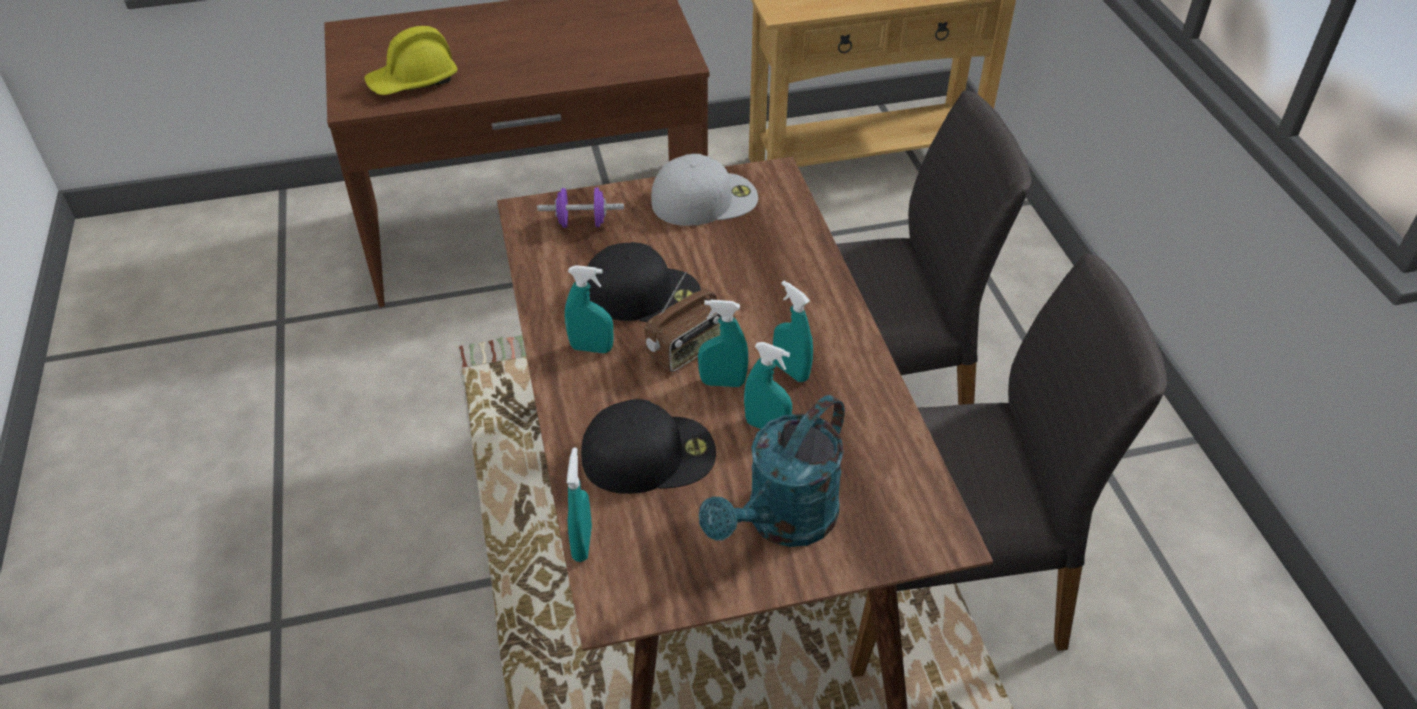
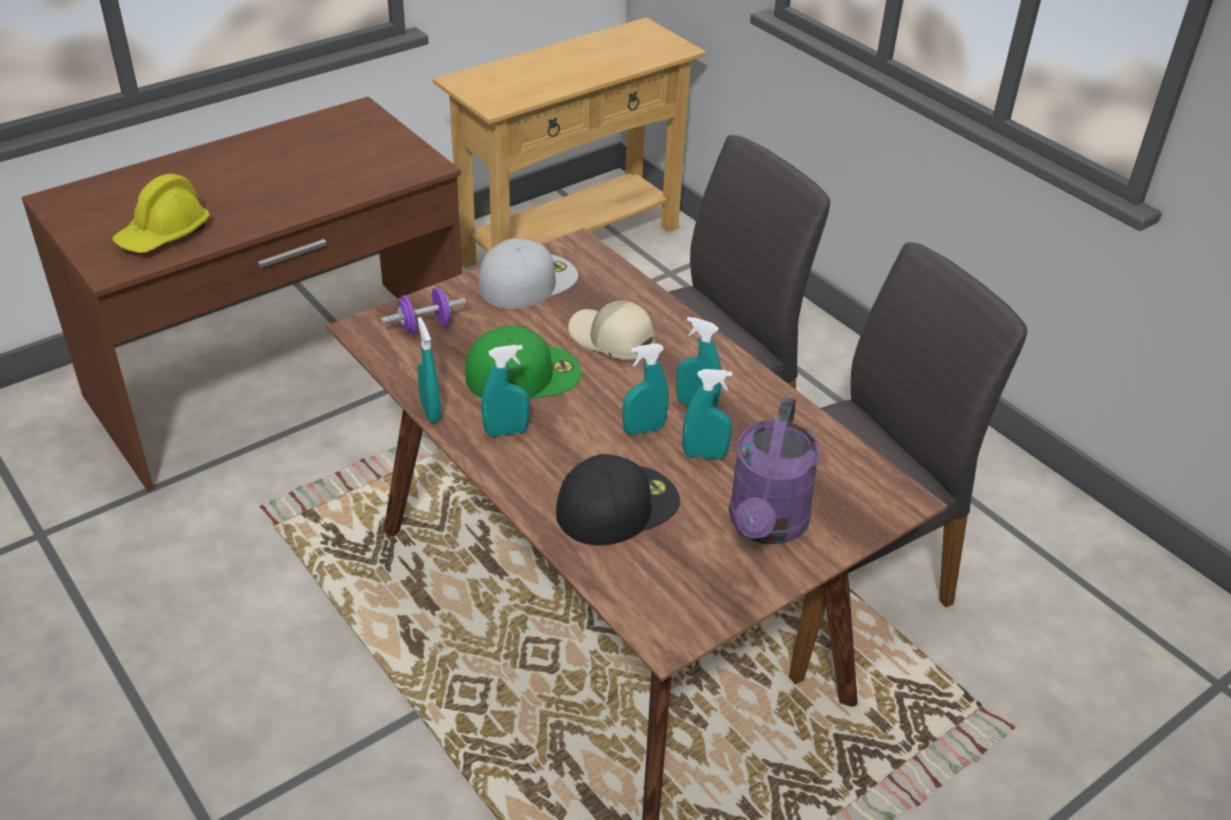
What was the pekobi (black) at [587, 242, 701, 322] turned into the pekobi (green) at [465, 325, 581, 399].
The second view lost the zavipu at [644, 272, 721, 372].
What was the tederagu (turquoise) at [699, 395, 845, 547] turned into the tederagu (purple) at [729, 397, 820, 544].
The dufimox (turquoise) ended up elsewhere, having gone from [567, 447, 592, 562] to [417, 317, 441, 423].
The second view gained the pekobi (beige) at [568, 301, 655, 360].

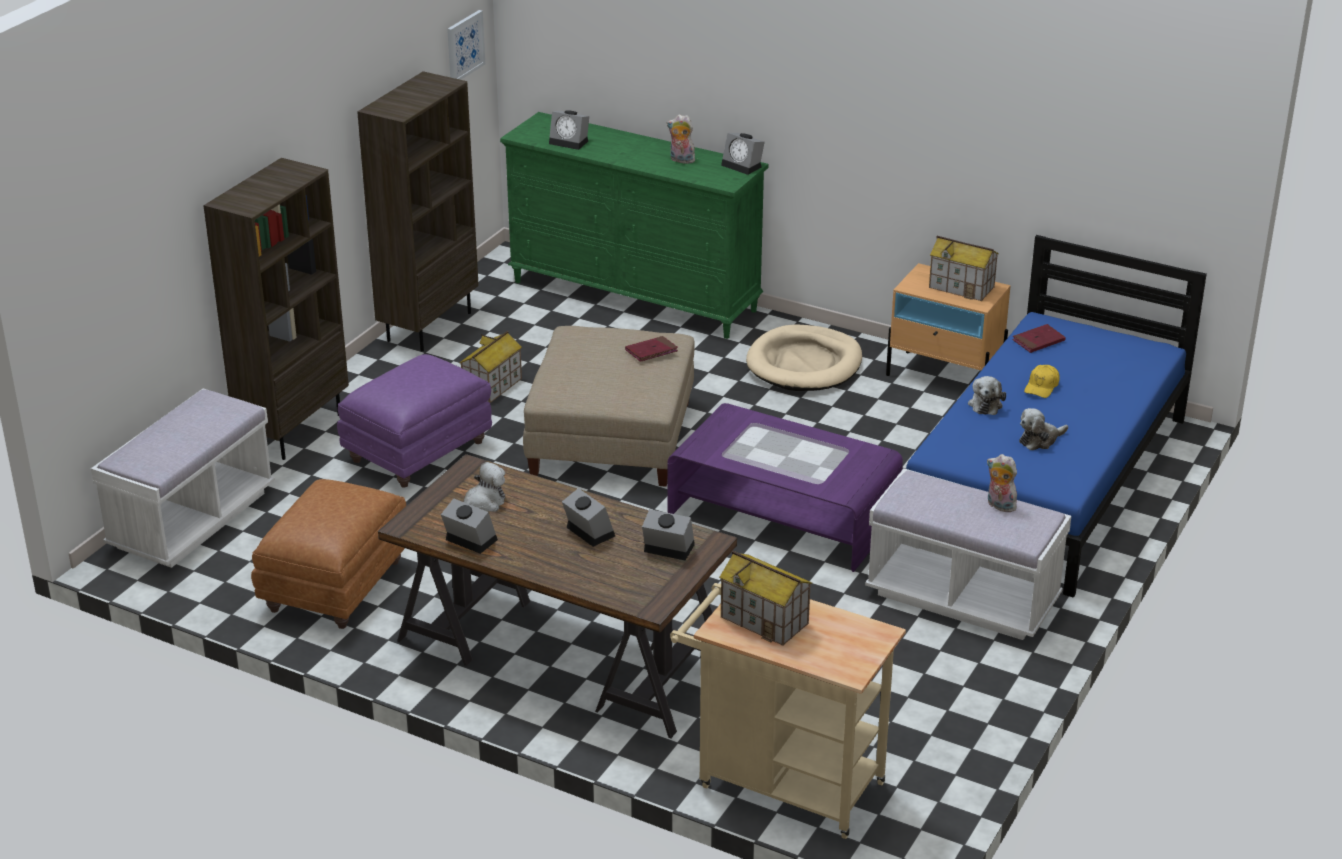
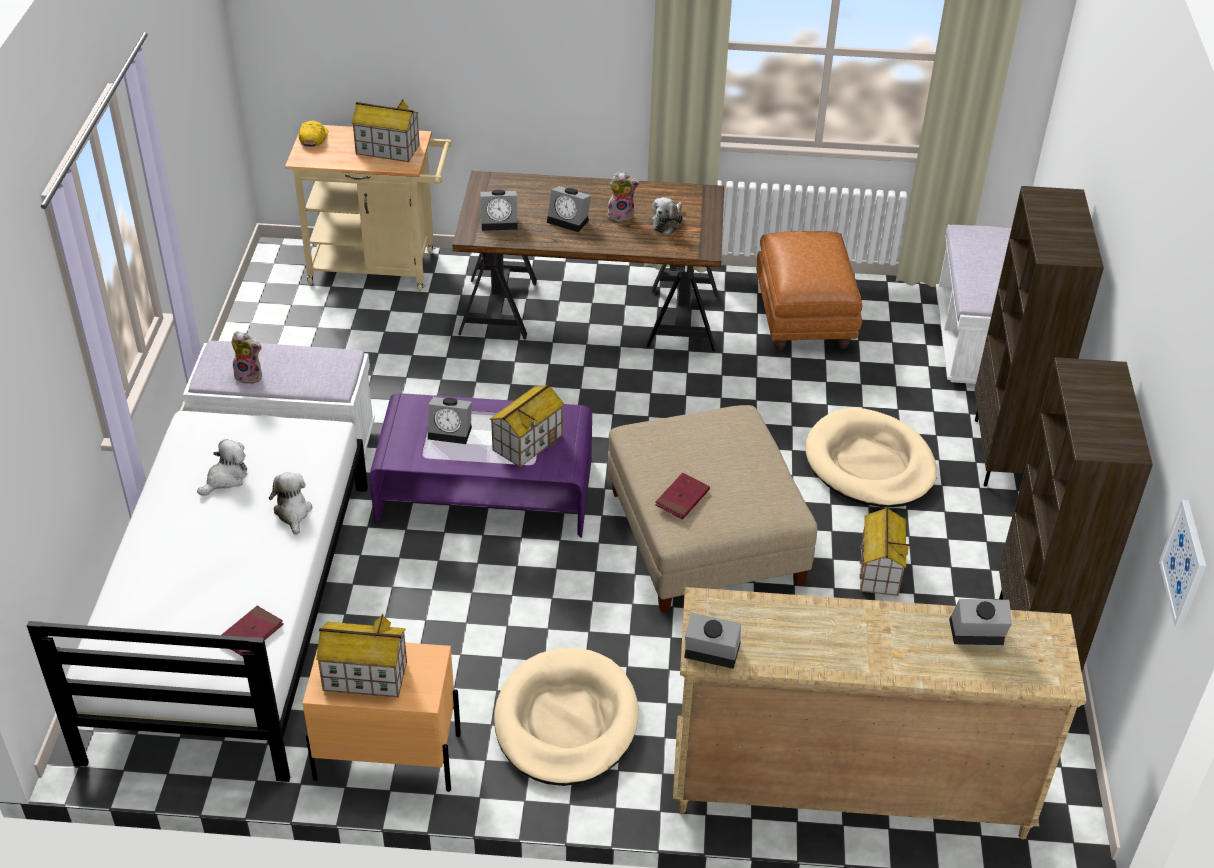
What was the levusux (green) at [500, 112, 768, 339] turned into the levusux (beige) at [673, 587, 1086, 839].
The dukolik ended up elsewhere, having gone from [667, 114, 695, 164] to [607, 172, 640, 222].
What was the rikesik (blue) at [906, 235, 1207, 598] turned into the rikesik (white) at [27, 411, 368, 782].
Where the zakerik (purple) stood at [337, 354, 492, 488], the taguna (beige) came to stand at [805, 408, 937, 507].
The pekobi (yellow) ended up elsewhere, having gone from [1024, 365, 1060, 398] to [299, 121, 329, 147].
The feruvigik ended up elsewhere, having gone from [441, 498, 498, 554] to [428, 397, 472, 444].
The second view gained the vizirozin at [490, 384, 564, 467].

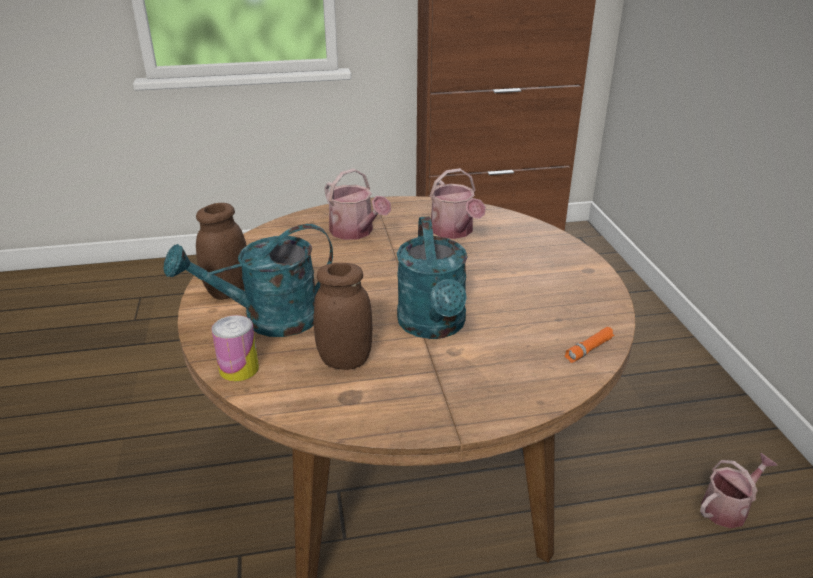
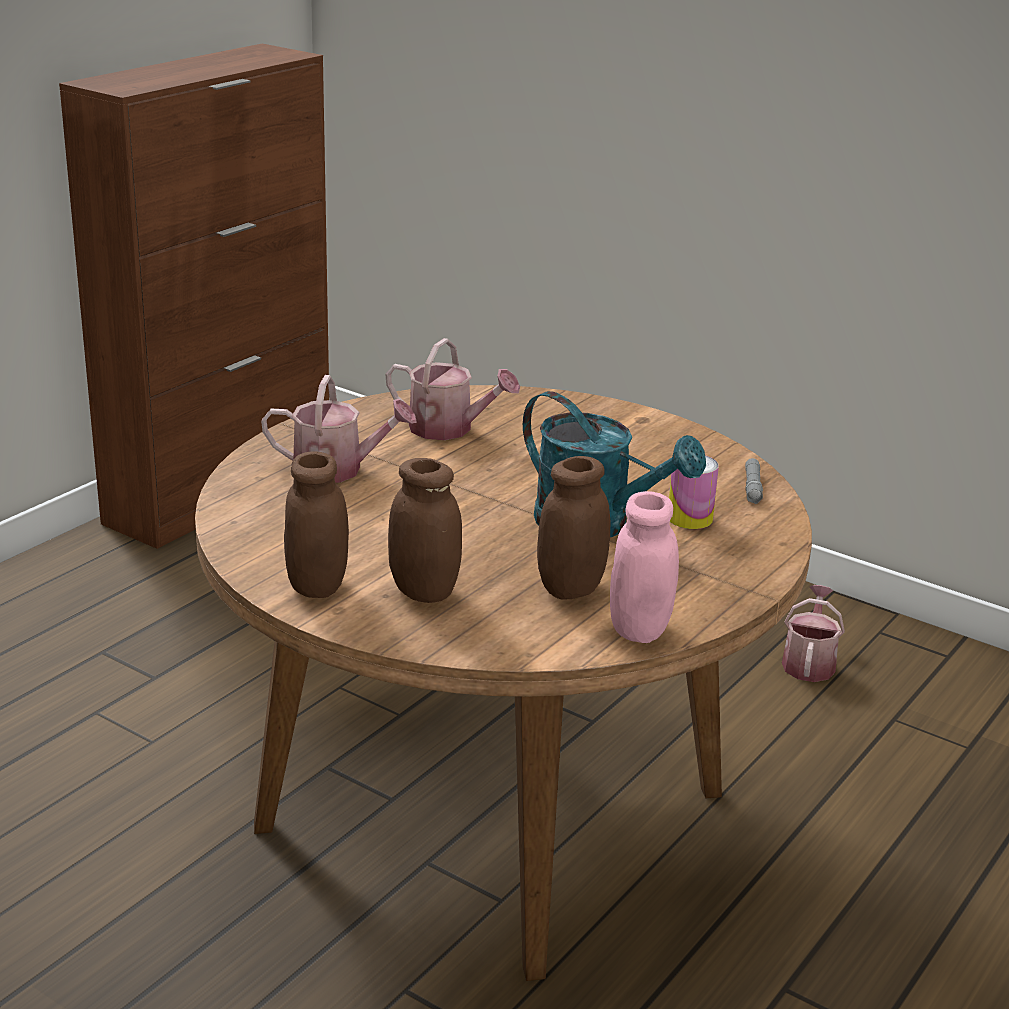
Where the tederagu (turquoise) stood at [164, 224, 333, 337], the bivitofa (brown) came to stand at [388, 458, 462, 603].
The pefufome ended up elsewhere, having gone from [211, 315, 259, 382] to [669, 456, 719, 529].
What was the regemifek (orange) at [565, 327, 614, 363] turned into the regemifek (grey) at [745, 458, 763, 504].
The second view gained the bivitofa (pink) at [610, 491, 679, 643].

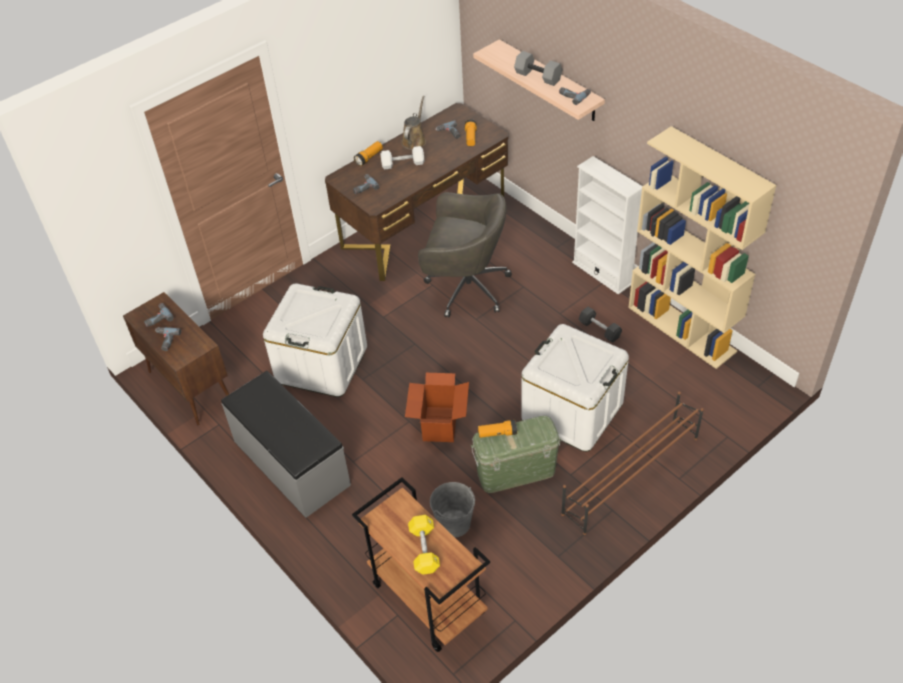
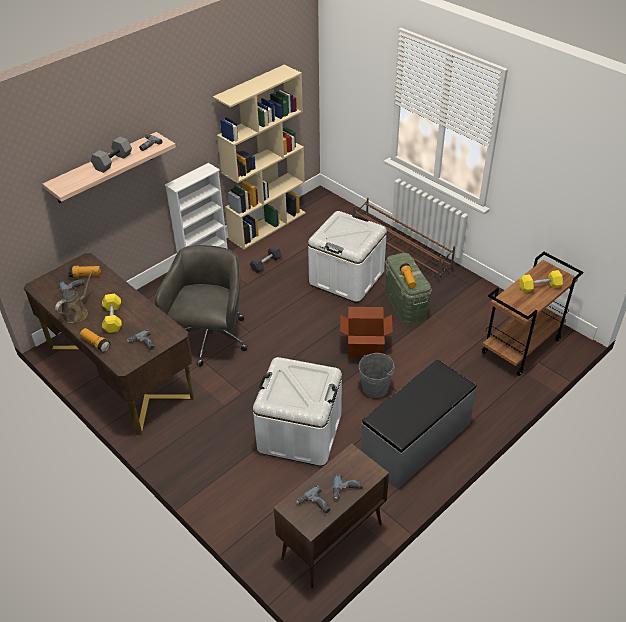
The tederagu (brown) at [401, 96, 426, 150] ended up facing another way, 105 degrees clockwise from before.
What was the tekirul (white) at [380, 146, 424, 170] turned into the tekirul (yellow) at [102, 293, 122, 333].
The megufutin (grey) ended up elsewhere, having gone from [430, 482, 475, 538] to [359, 353, 395, 398].

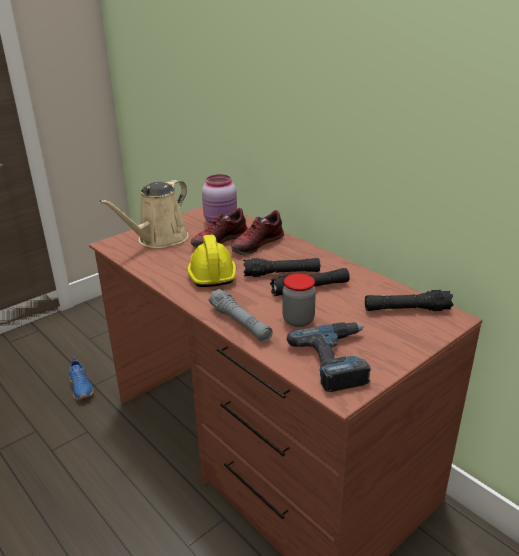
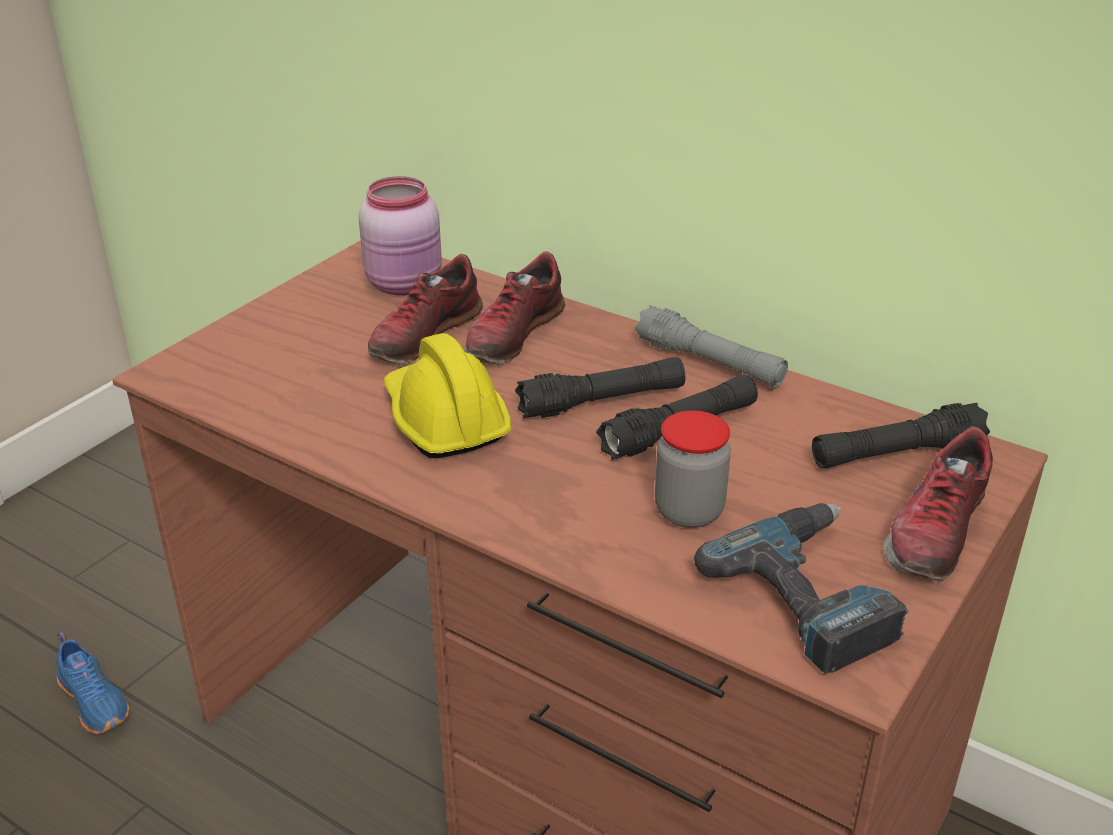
The second view lost the tederagu (beige) at [99, 180, 189, 248].
The regemifek (grey) ended up elsewhere, having gone from [208, 289, 273, 342] to [635, 305, 788, 388].
The second view gained the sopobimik at [884, 426, 993, 581].

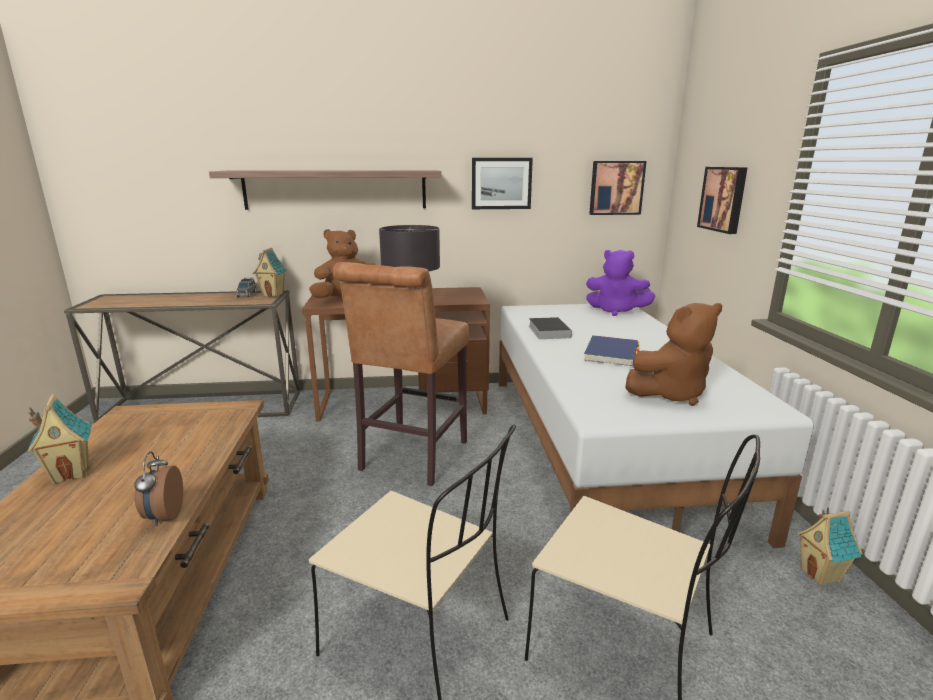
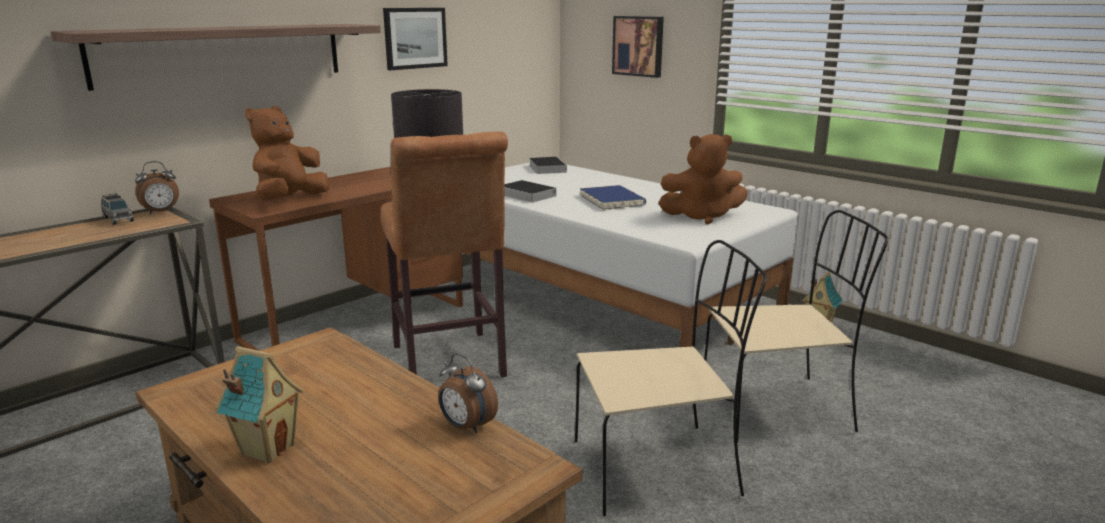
The second view lost the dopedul at [589, 161, 646, 215].
Where the vizirozin stood at [253, 248, 287, 297], the feruvigik came to stand at [135, 161, 179, 214].
Where the dukolik (purple) stood at [586, 250, 656, 316], the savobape came to stand at [529, 157, 567, 174].
The dukolik (brown) at [625, 303, 722, 406] ended up facing another way, 60 degrees clockwise from before.

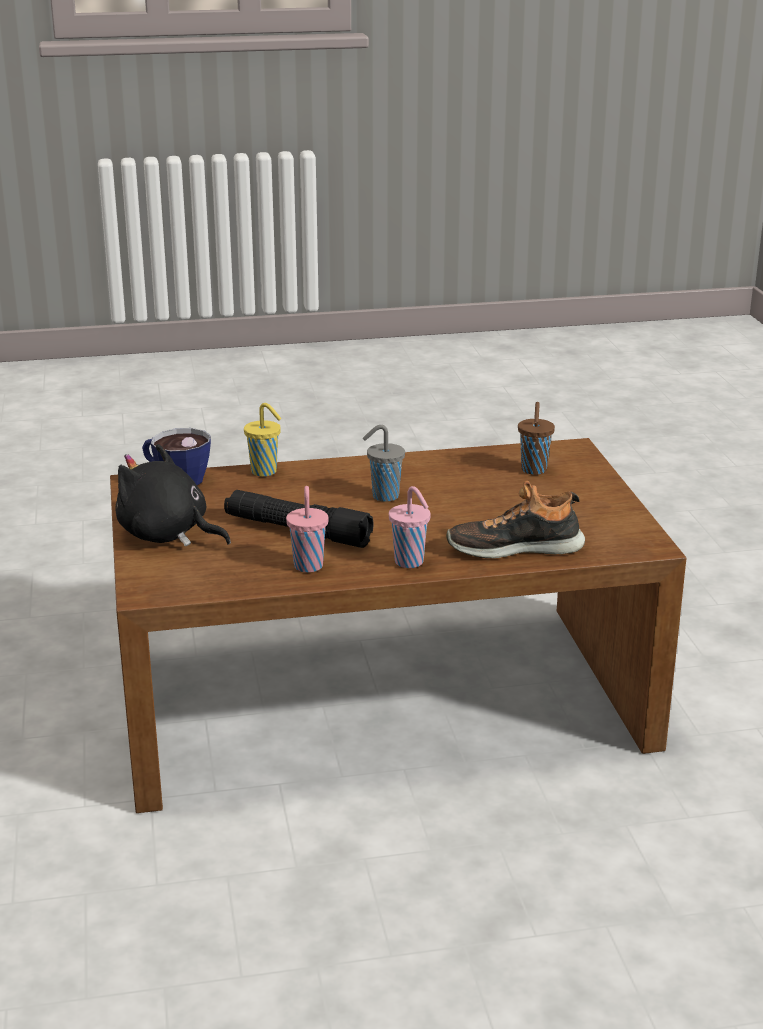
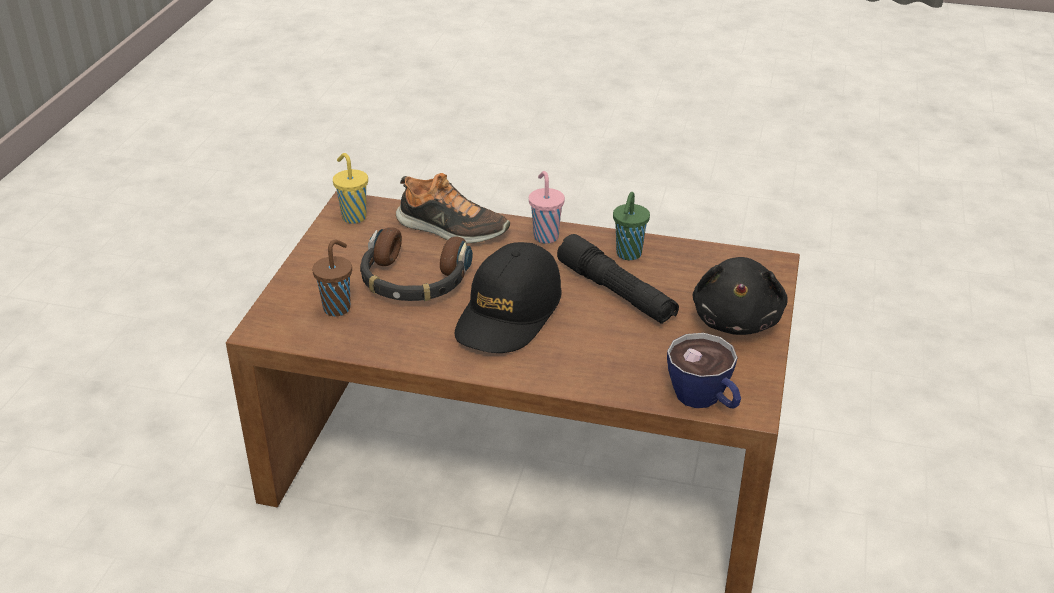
The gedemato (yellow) ended up elsewhere, having gone from [244, 403, 282, 477] to [333, 153, 368, 224].
Where the gedemato (grey) stood at [363, 425, 405, 502], the pekobi (black) came to stand at [455, 242, 562, 353].
The dukolik (black) at [115, 444, 231, 546] ended up facing another way, 45 degrees clockwise from before.
What was the gedemato (pink) at [286, 486, 329, 573] turned into the gedemato (green) at [613, 192, 650, 260].
The second view gained the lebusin at [360, 227, 473, 301].

